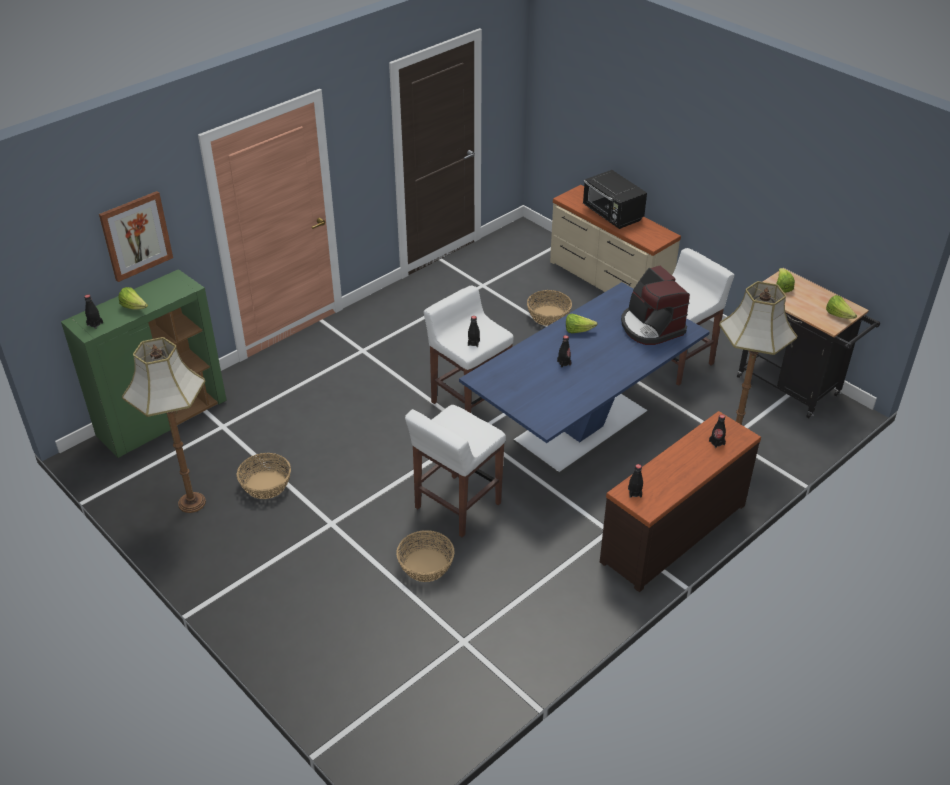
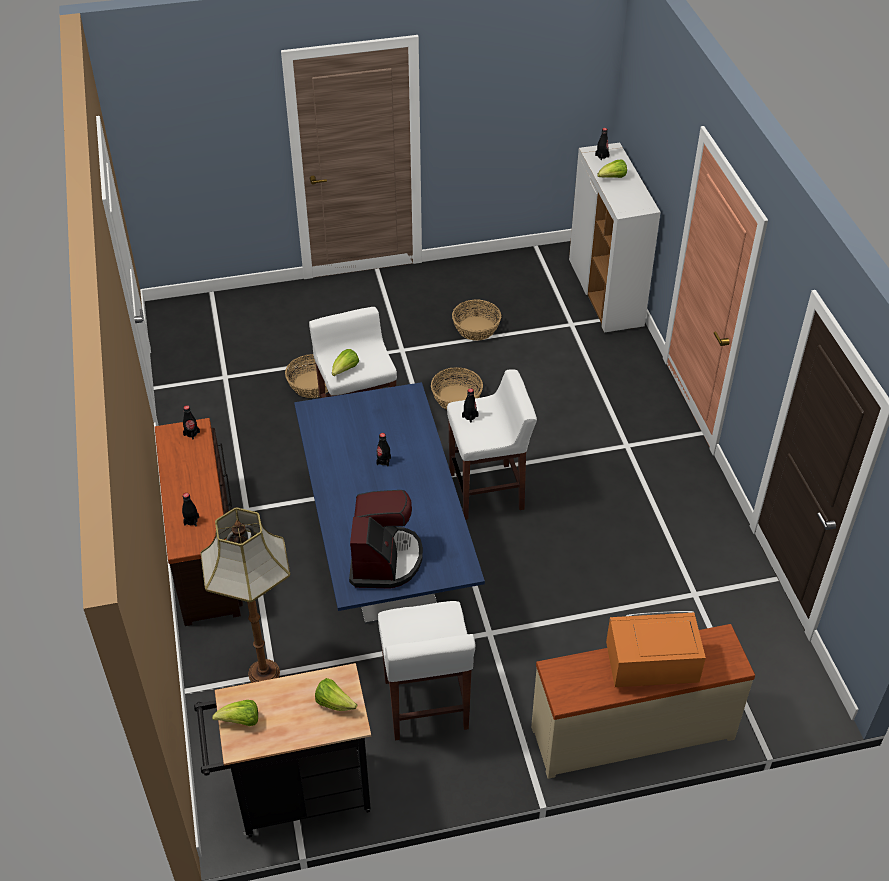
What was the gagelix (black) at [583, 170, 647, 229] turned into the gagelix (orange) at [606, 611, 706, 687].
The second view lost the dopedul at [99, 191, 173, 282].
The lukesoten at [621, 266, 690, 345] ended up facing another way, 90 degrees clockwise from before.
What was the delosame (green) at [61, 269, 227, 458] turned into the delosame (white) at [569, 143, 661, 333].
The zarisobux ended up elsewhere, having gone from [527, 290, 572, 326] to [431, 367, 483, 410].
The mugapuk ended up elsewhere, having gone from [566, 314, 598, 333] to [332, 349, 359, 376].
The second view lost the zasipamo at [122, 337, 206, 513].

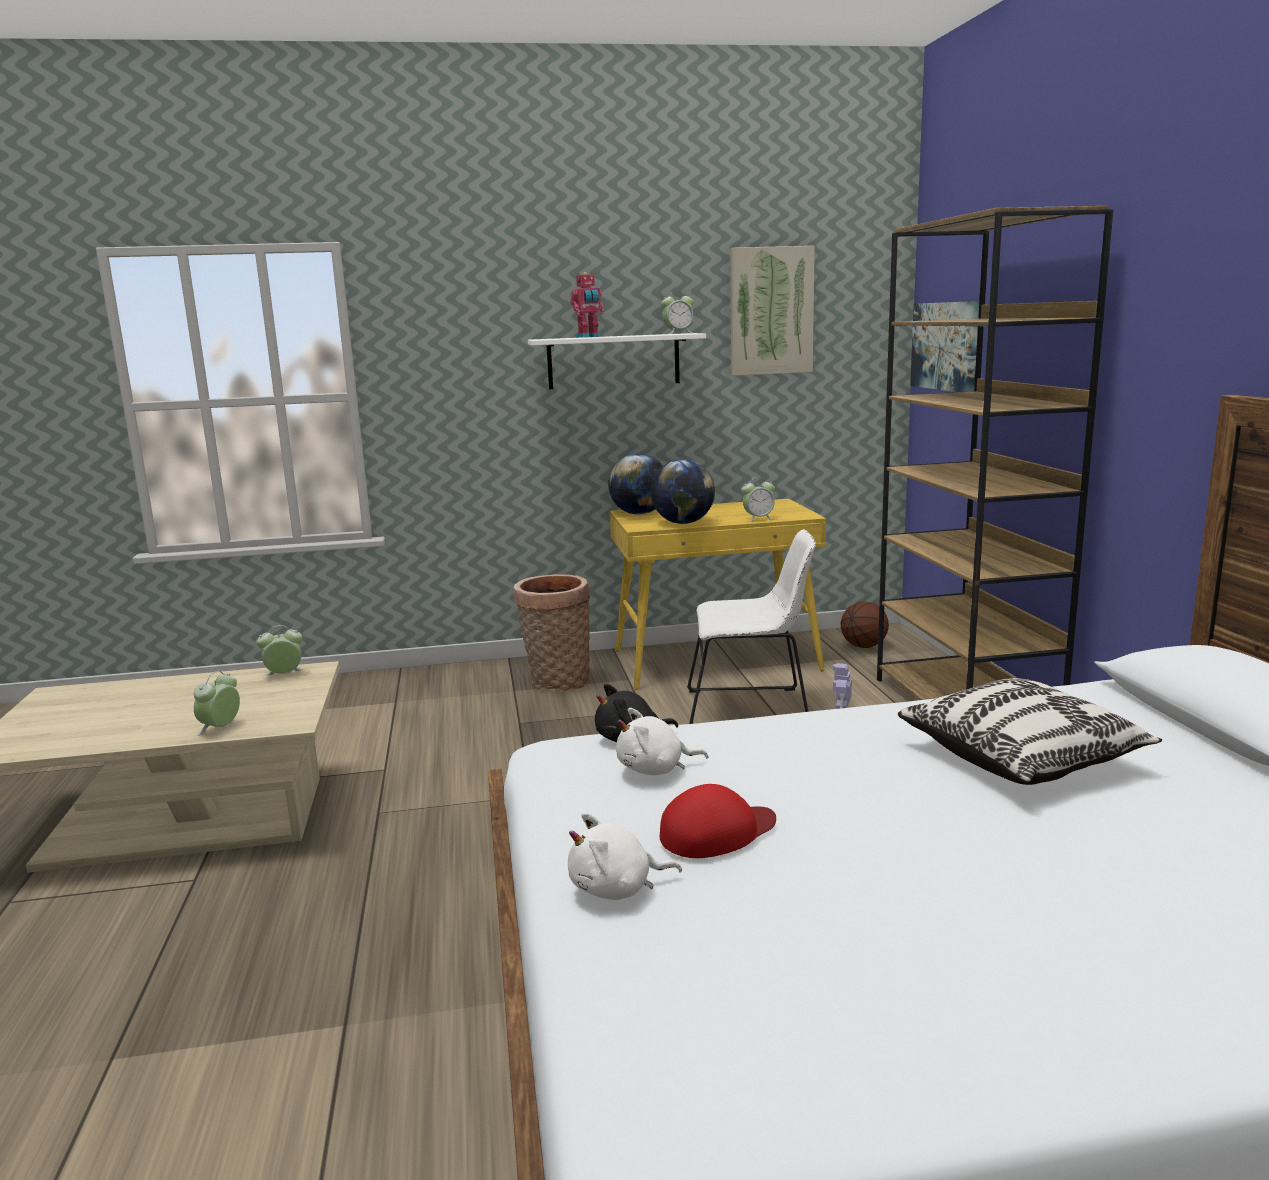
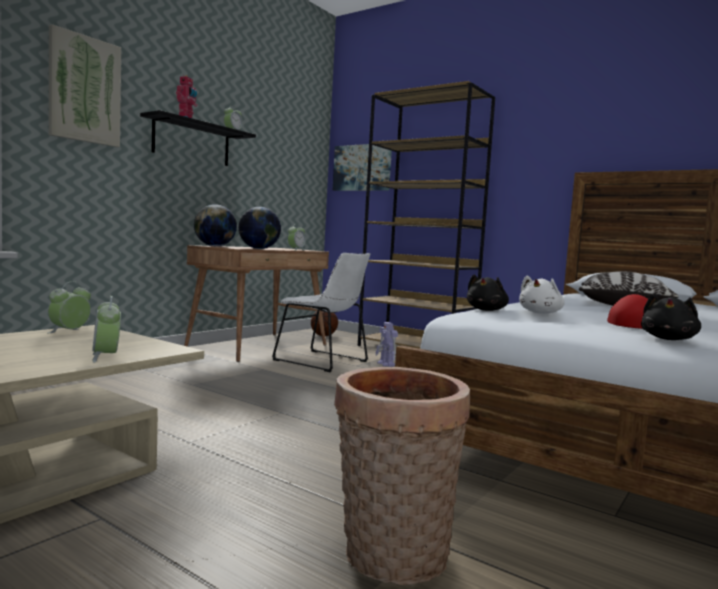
The dopedul ended up elsewhere, having gone from [730, 246, 815, 376] to [49, 24, 121, 147].
What was the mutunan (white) at [528, 333, 706, 389] turned into the mutunan (black) at [140, 110, 256, 166].
What was the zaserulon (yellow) at [610, 499, 826, 690] turned into the zaserulon (brown) at [184, 245, 329, 362].
The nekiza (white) at [687, 529, 816, 724] ended up facing another way, 75 degrees clockwise from before.
The zarisobux ended up elsewhere, having gone from [514, 574, 590, 691] to [334, 367, 470, 585].
What was the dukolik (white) at [568, 813, 682, 900] turned into the dukolik (black) at [641, 293, 701, 340].

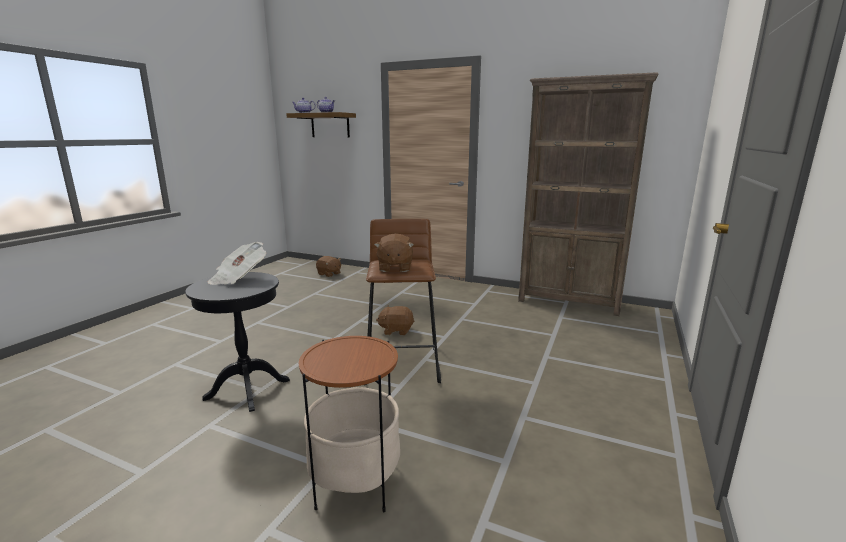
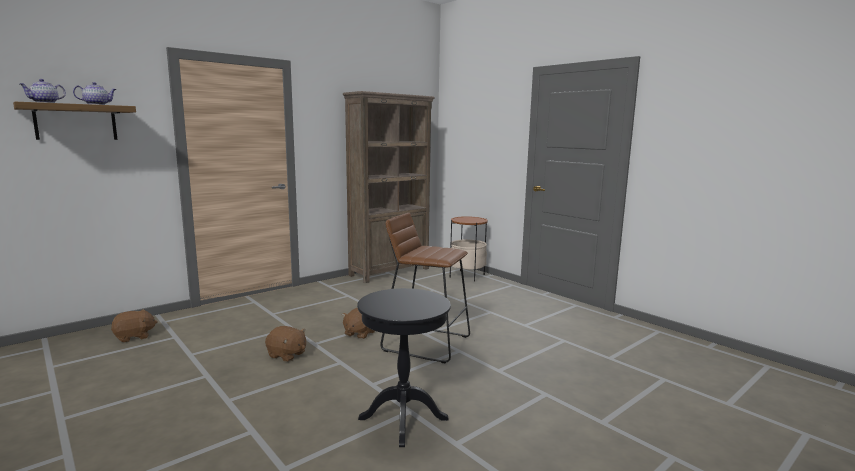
The dukolik (brown) ended up elsewhere, having gone from [374, 233, 414, 272] to [265, 326, 306, 362].
The second view lost the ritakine at [208, 242, 266, 285].
The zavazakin ended up elsewhere, having gone from [299, 336, 400, 512] to [450, 216, 488, 282].

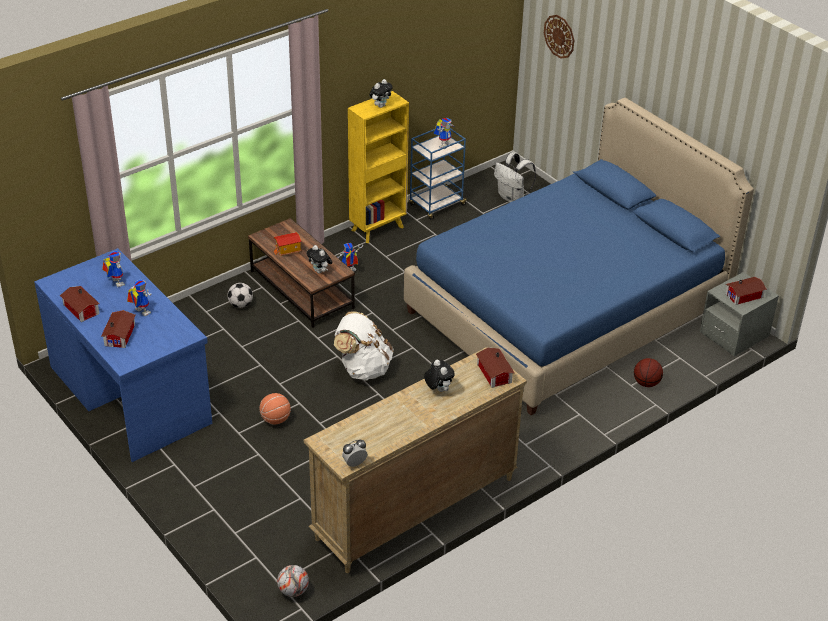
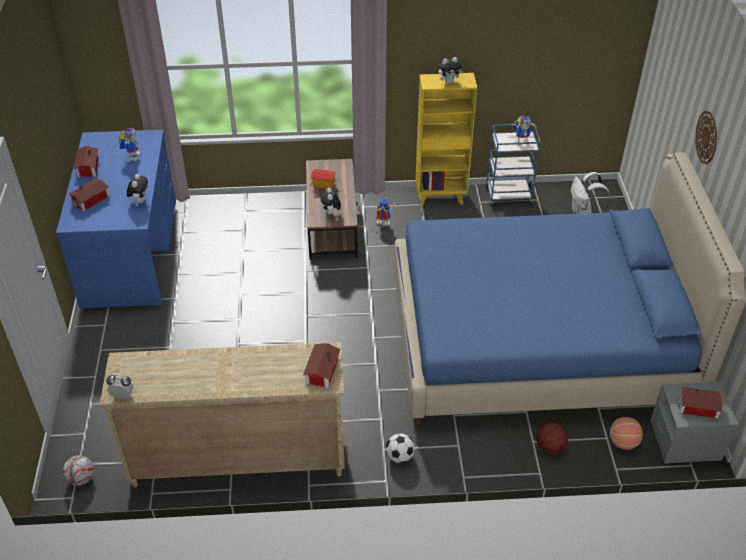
The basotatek ended up elsewhere, having gone from [544, 15, 574, 59] to [695, 111, 717, 164].
The second view lost the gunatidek at [127, 279, 152, 316].
The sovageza ended up elsewhere, having gone from [227, 283, 253, 308] to [386, 433, 415, 463].
The second view lost the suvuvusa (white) at [334, 312, 394, 381].
The dukolik ended up elsewhere, having gone from [424, 360, 455, 392] to [127, 174, 148, 203].
The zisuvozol ended up elsewhere, having gone from [259, 393, 291, 425] to [610, 417, 643, 450].

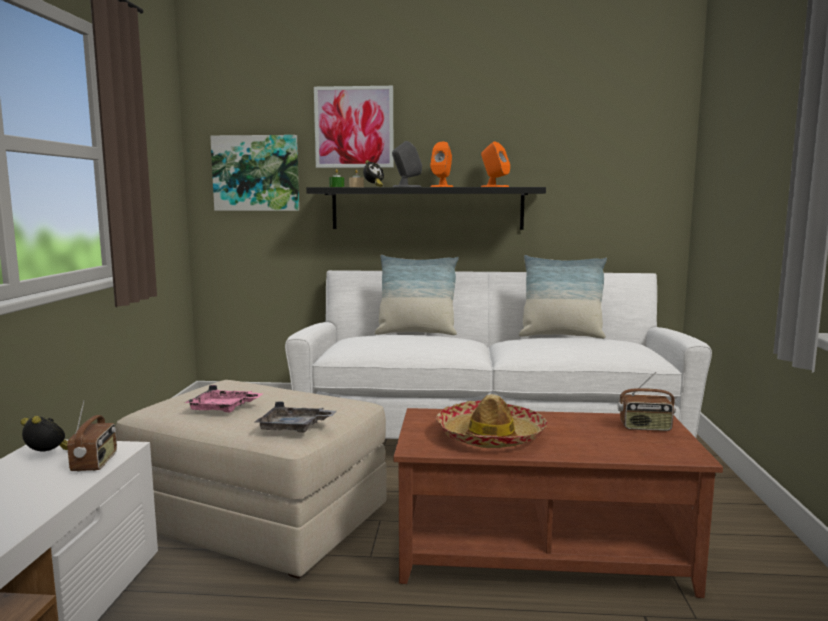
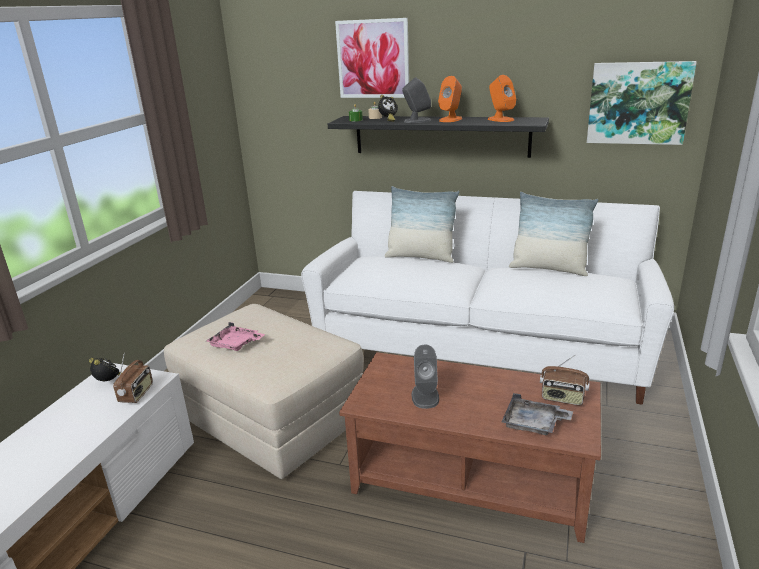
The dopedul ended up elsewhere, having gone from [210, 135, 299, 211] to [587, 61, 697, 145].
Where the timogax stood at [436, 394, 548, 448], the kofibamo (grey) came to stand at [412, 345, 439, 409].
The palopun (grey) ended up elsewhere, having gone from [255, 401, 337, 433] to [502, 393, 573, 436].

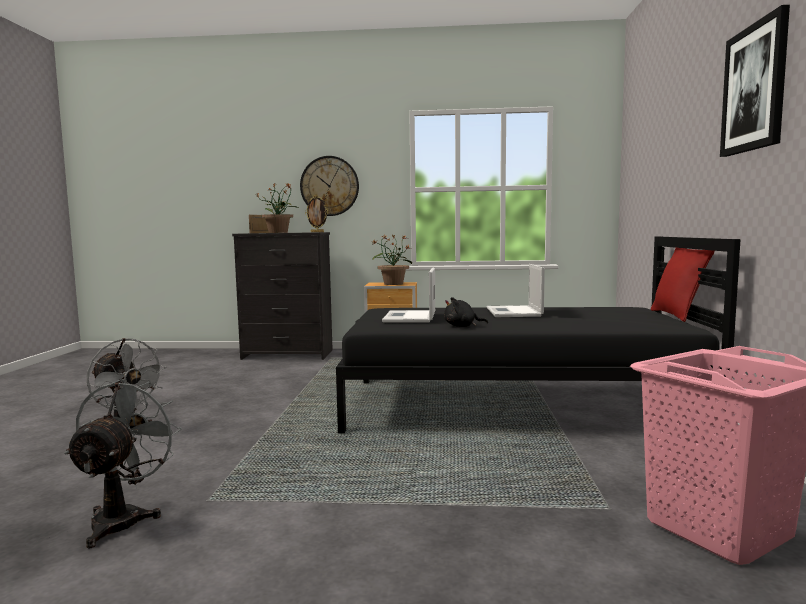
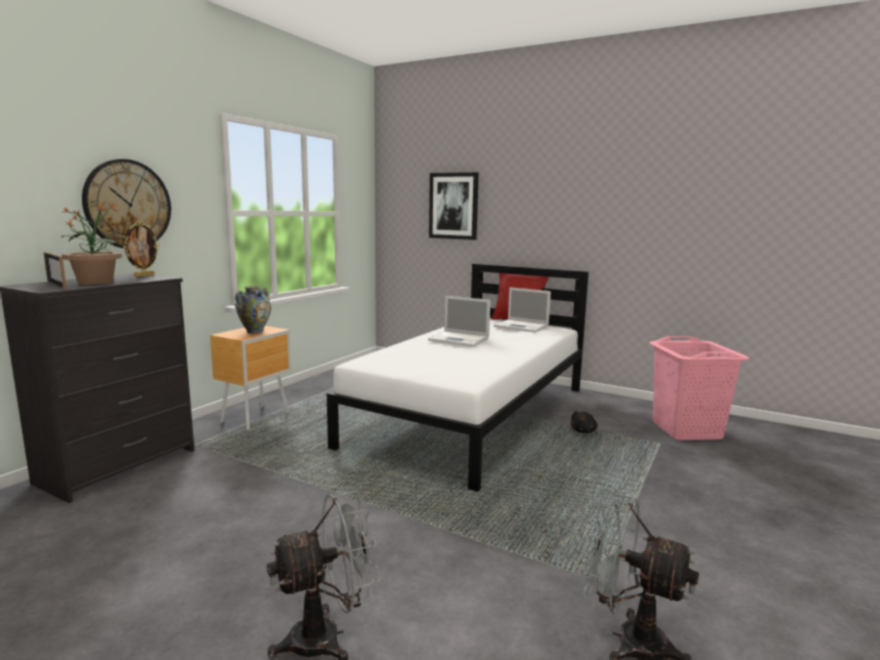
The dopedul ended up elsewhere, having gone from [720, 5, 790, 157] to [429, 172, 479, 240].
Where the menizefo stood at [372, 234, 412, 285], the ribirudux came to stand at [235, 286, 271, 334].
What was the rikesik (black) at [336, 236, 741, 433] turned into the rikesik (white) at [327, 264, 589, 492].
The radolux ended up elsewhere, having gone from [382, 267, 435, 323] to [494, 287, 551, 333].
The dukolik (black) ended up elsewhere, having gone from [444, 297, 488, 327] to [571, 411, 598, 433].

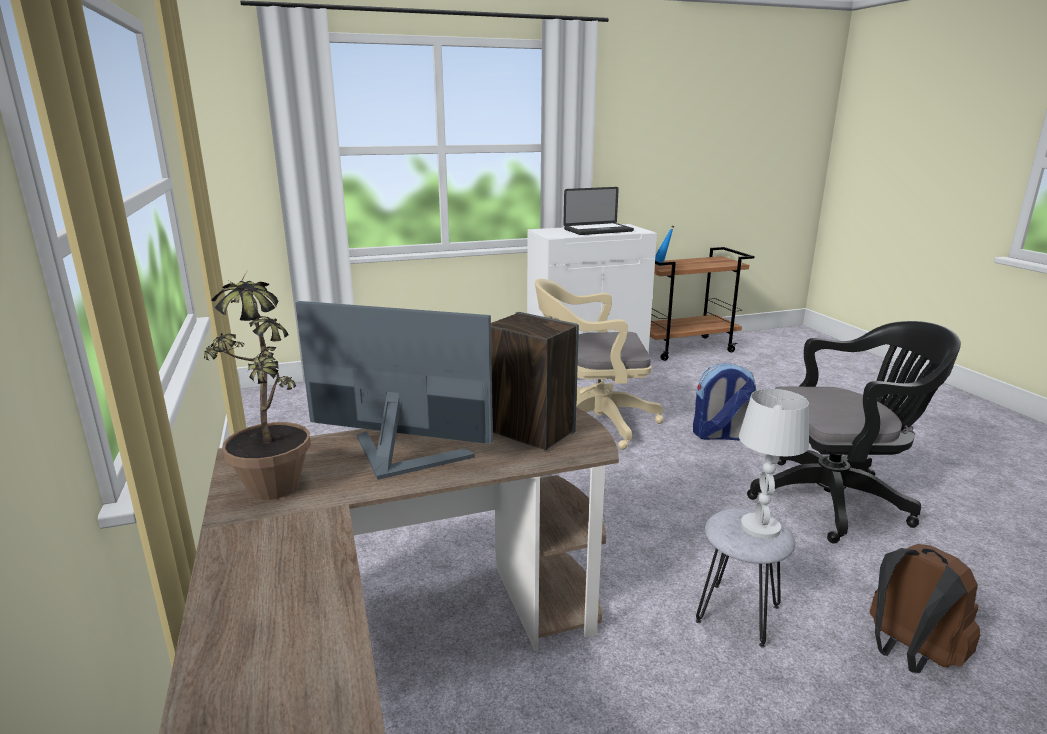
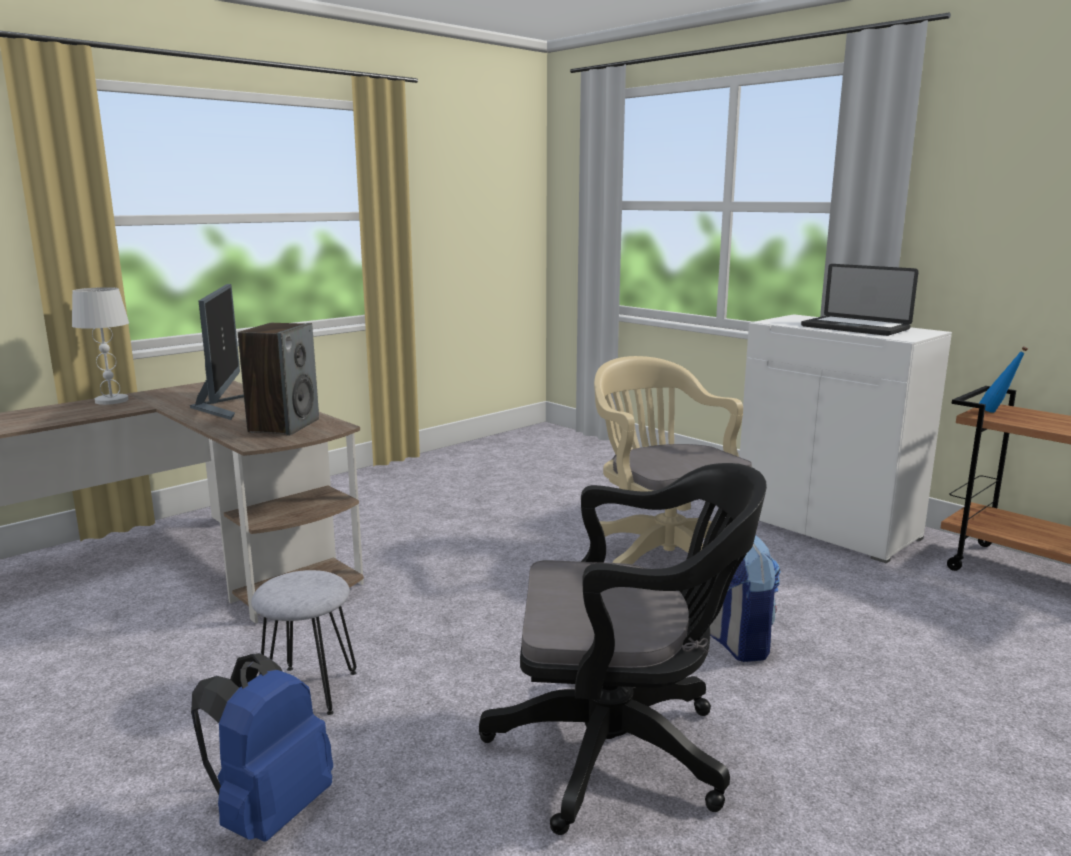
The second view lost the menizefo at [204, 271, 311, 500].
The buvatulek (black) at [747, 321, 961, 544] ended up facing another way, 60 degrees counterclockwise from before.
The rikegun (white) ended up elsewhere, having gone from [739, 389, 809, 539] to [72, 287, 129, 405].
What was the suvuvusa (brown) at [870, 544, 980, 673] turned into the suvuvusa (blue) at [191, 653, 333, 842].

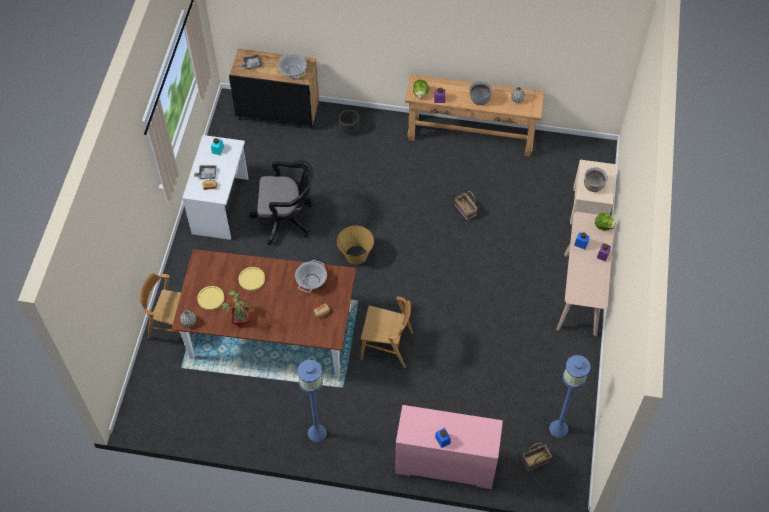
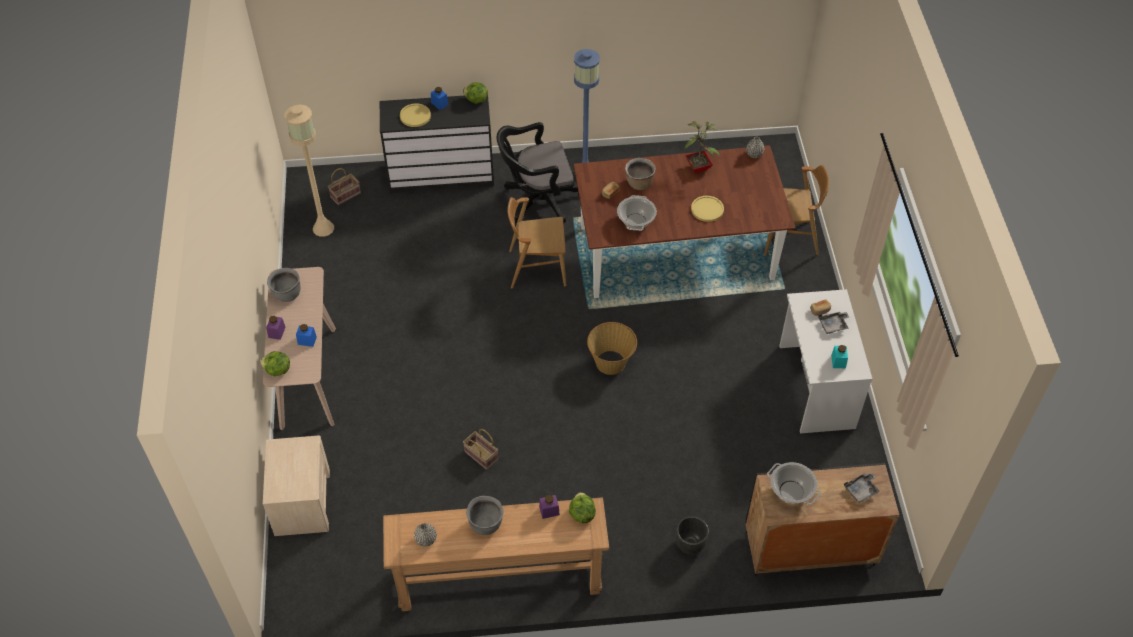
The buvatulek (black) ended up elsewhere, having gone from [250, 160, 313, 245] to [497, 122, 579, 223].
The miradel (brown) ended up elsewhere, having gone from [584, 168, 608, 192] to [625, 158, 655, 190].
The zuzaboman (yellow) ended up elsewhere, having gone from [197, 286, 225, 310] to [400, 103, 431, 127].
What was the zasipamo (blue) at [549, 355, 591, 438] turned into the zasipamo (beige) at [284, 105, 334, 237].
What was the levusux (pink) at [395, 405, 503, 489] turned into the levusux (black) at [380, 96, 494, 193].
The second view gained the mugapuk at [463, 82, 488, 104].
The second view gained the miradel (grey) at [267, 268, 301, 302].

